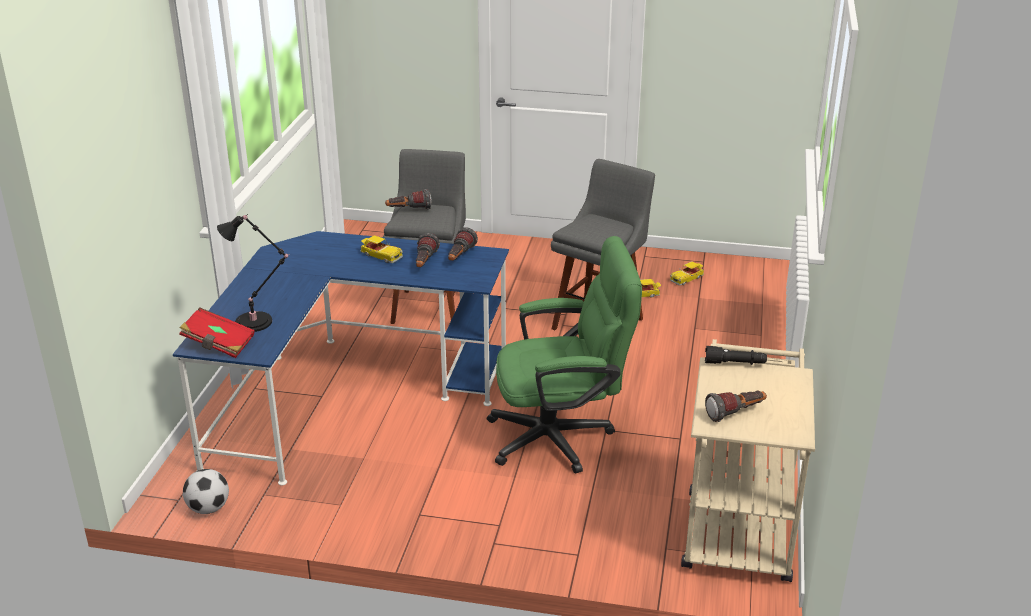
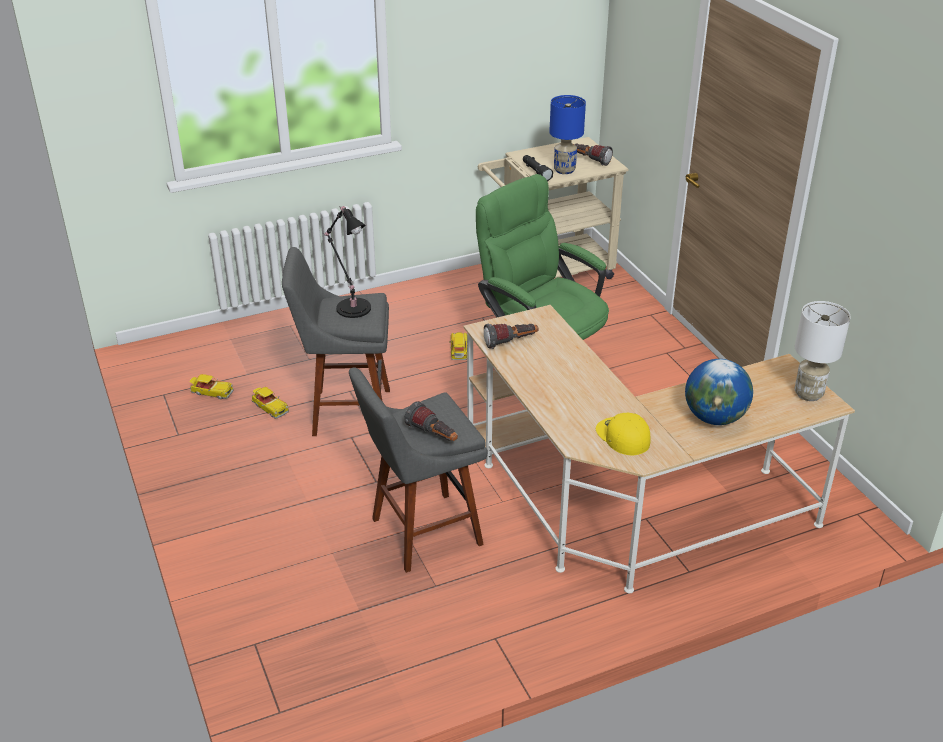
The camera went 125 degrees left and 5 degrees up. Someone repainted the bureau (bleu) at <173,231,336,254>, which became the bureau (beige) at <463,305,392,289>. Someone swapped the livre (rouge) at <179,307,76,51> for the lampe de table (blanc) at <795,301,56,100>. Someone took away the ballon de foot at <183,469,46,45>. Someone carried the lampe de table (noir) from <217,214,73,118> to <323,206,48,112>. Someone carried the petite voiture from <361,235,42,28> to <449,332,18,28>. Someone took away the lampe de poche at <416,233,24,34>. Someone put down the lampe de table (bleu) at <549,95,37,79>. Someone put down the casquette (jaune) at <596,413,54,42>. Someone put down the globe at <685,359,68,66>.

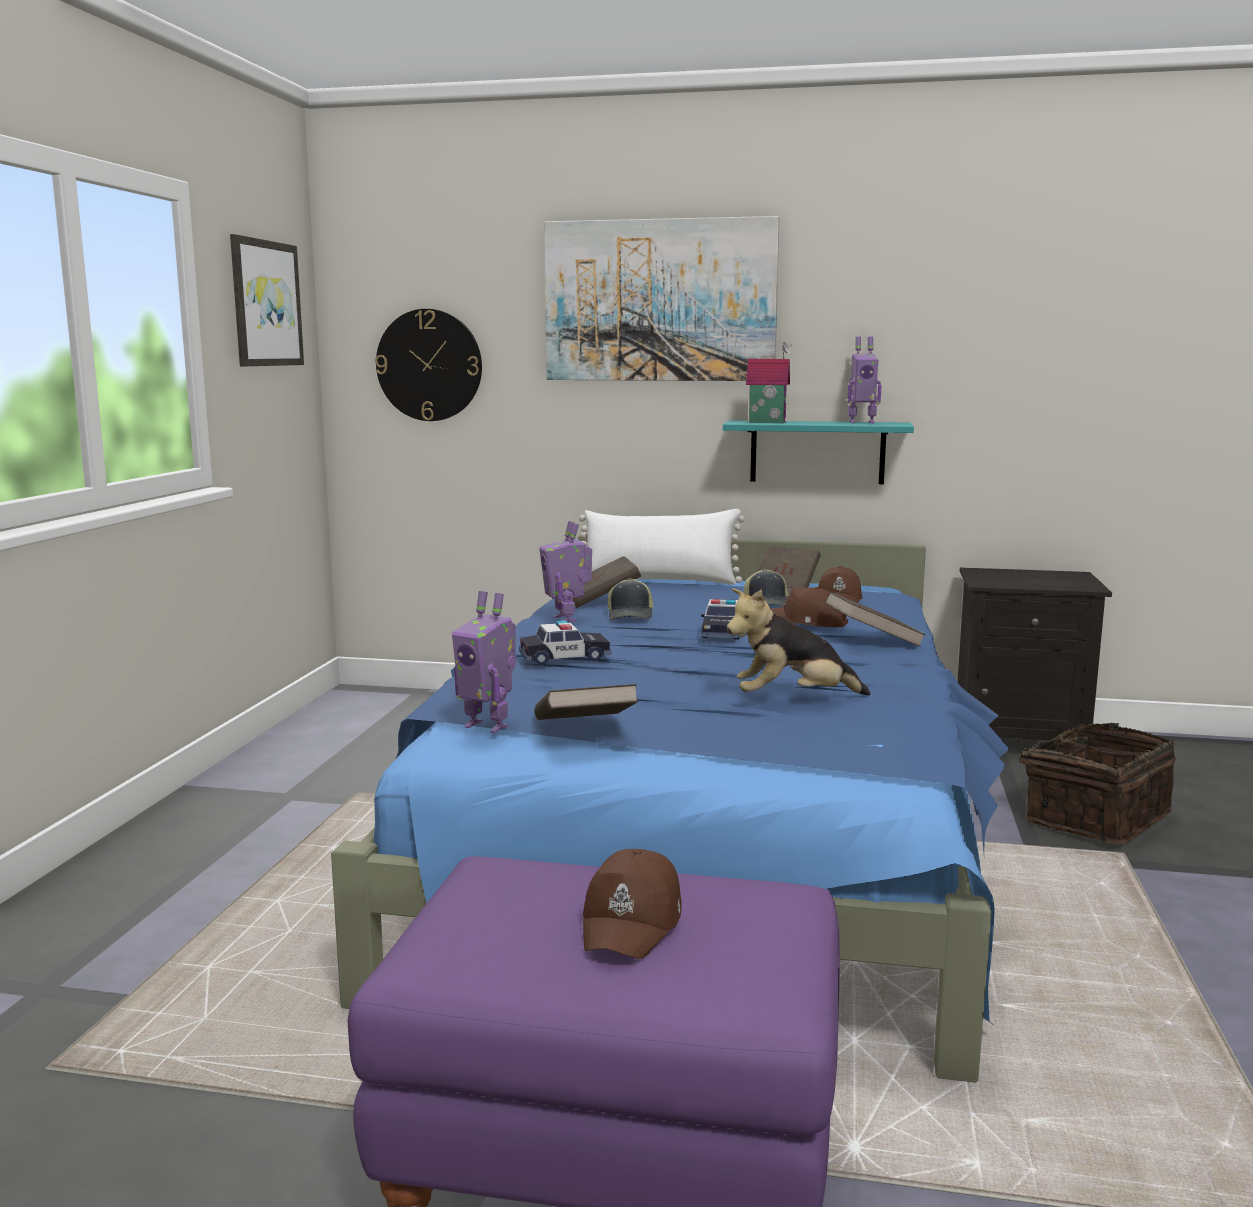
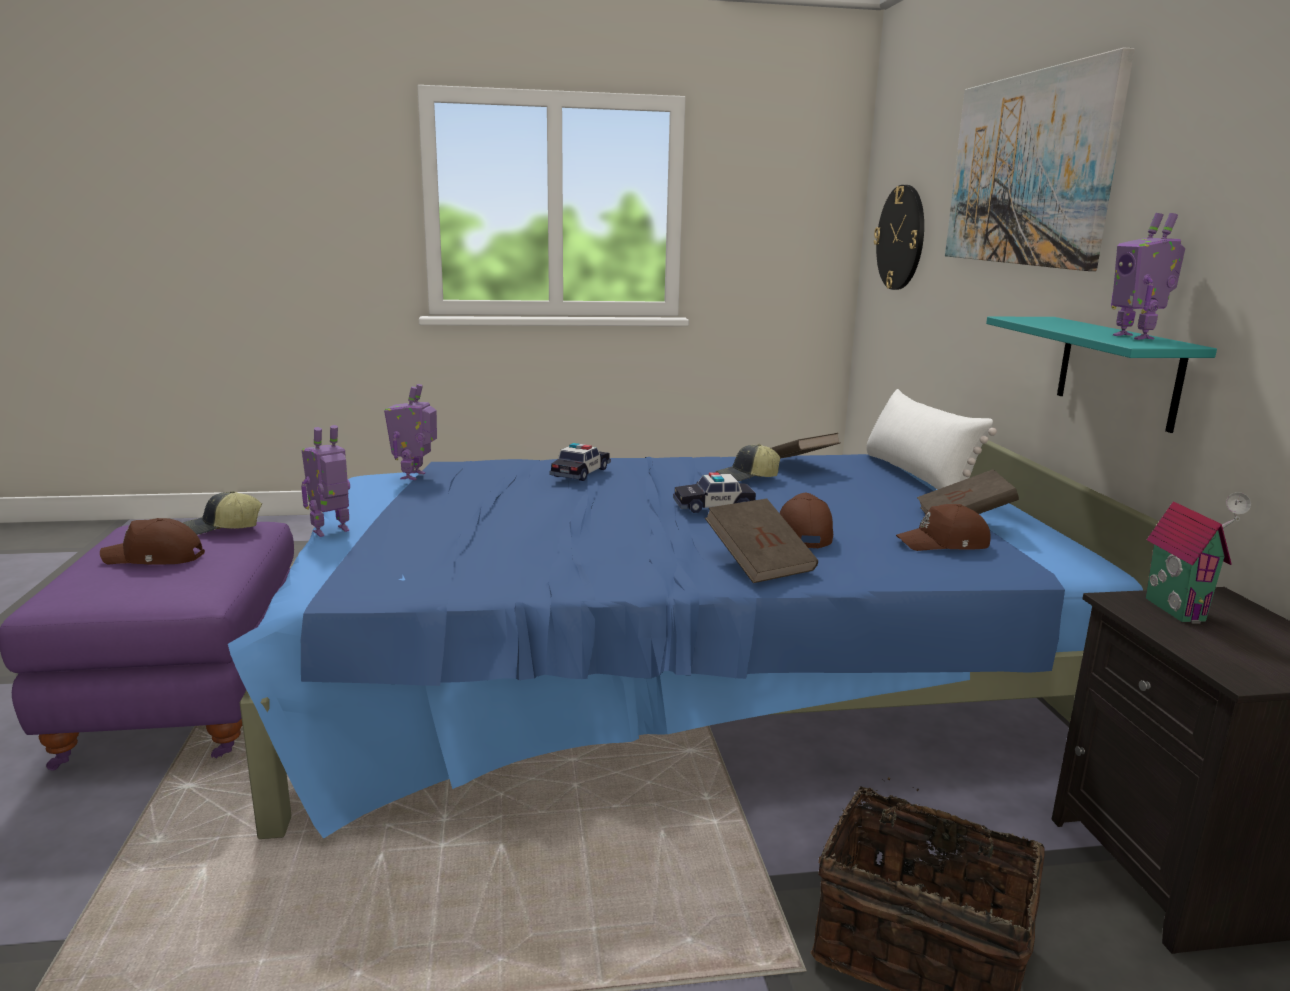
The camera went 70 degrees right and 5 degrees up. Someone took away the tableau at <230,234,74,132>. Someone rotated the petite voiture at <519,620,93,45> by 120 degrees counterclockwise. Someone took away the livre (marron) at <534,684,105,36>. Someone carried the robot jouet from <539,521,53,101> to <301,425,49,112>. Someone took away the peluche at <727,588,144,107>. Someone carried the casquette from <744,569,44,37> to <183,491,79,44>. Someone carried the maison miniature from <746,342,46,81> to <1146,492,105,132>.

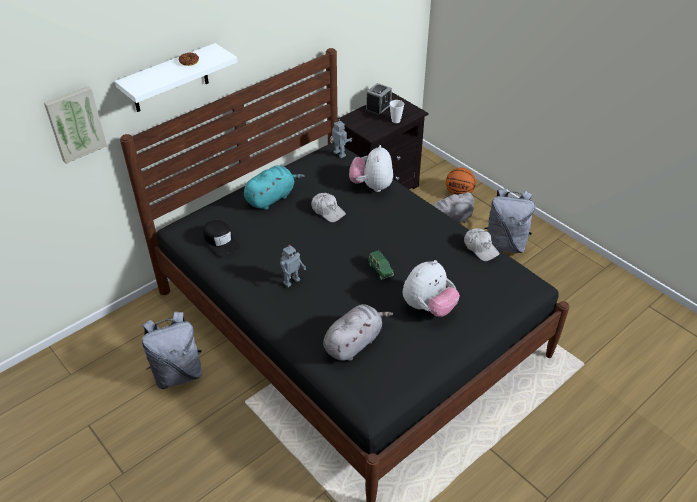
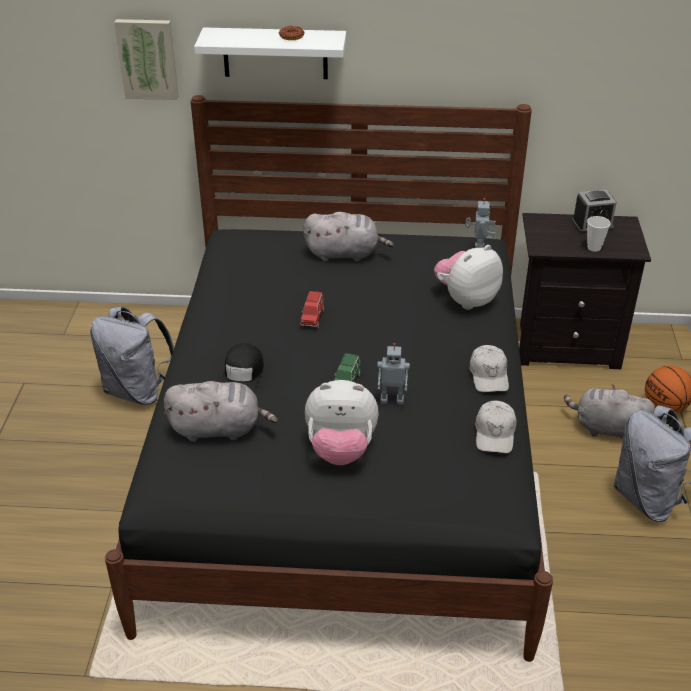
The camera went 45 degrees right and 5 degrees down. Someone carried the casquette (noir) from <203,220,37,37> to <221,343,43,51>. Someone repainted the peluche (turquoise) at <244,165,61,45>, which became the peluche (gris) at <303,212,91,50>. Someone carried the robot jouet from <280,244,26,43> to <377,343,33,62>. Someone carried the casquette (blanc) from <311,193,35,29> to <469,345,40,47>. Someone put down the petite voiture (rouge) at <300,291,24,38>.

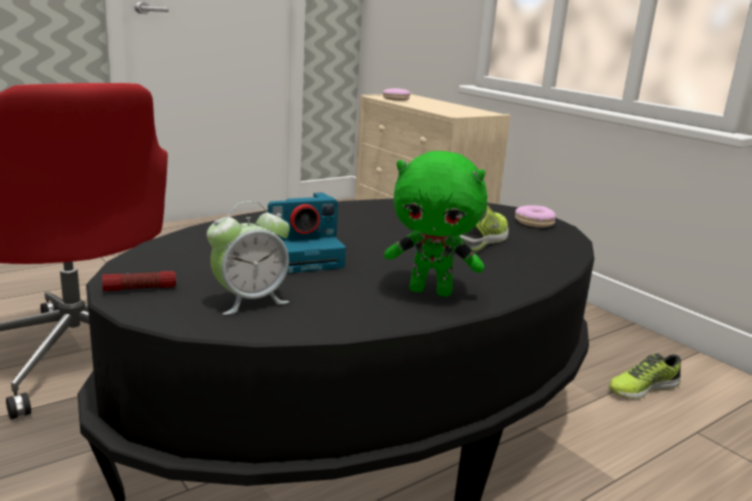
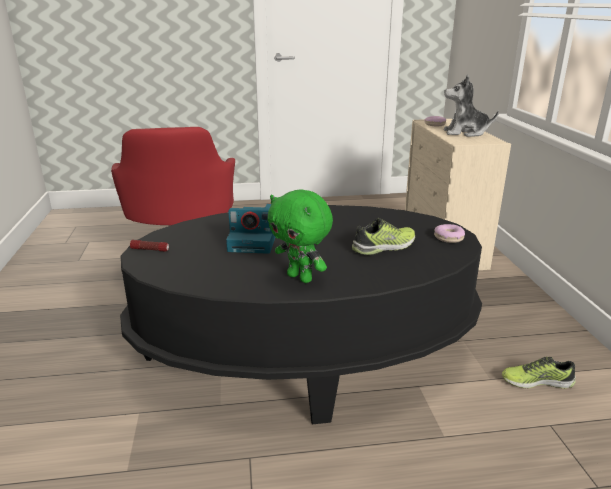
The camera went 30 degrees right and 5 degrees up. Someone took away the réveil at <207,201,83,114>. Someone put down the peluche at <444,75,55,62>.

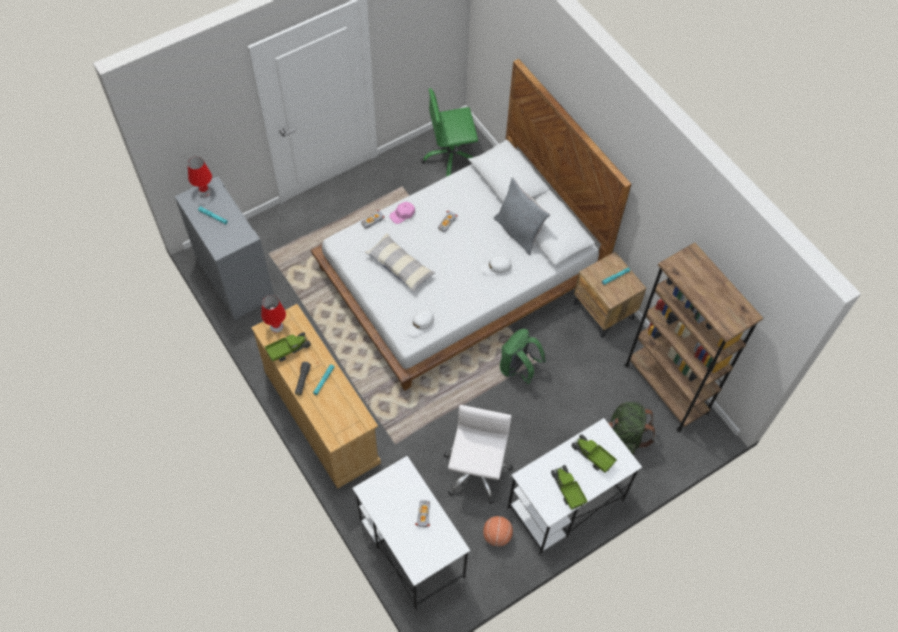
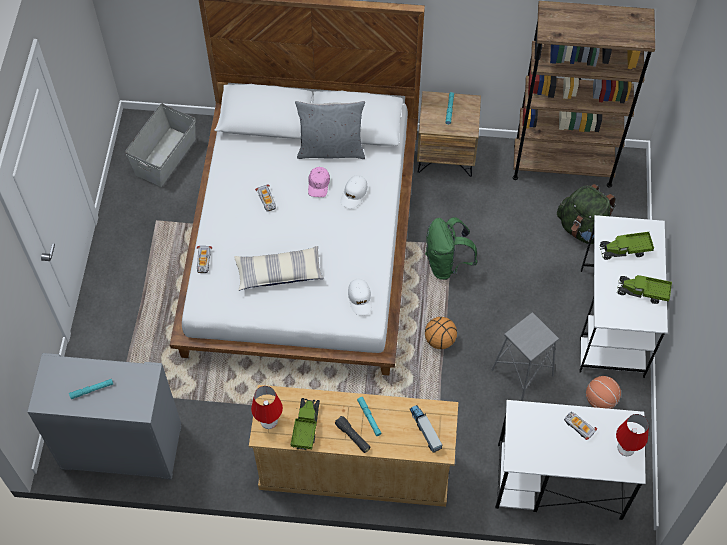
The camera went 50 degrees left and 0 degrees up. Someone carried the lampe de table (rouge) from <188,157,24,40> to <616,414,33,42>. Someone carried the casquette (rose) from <389,202,26,22> to <308,167,22,30>. Someone swapped the chaise de bureau (vert) at <421,88,57,89> for the boîte de rangement (gris) at <125,104,71,83>. Someone swapped the chaise de bureau (blanc) at <444,405,69,99> for the tabouret (gris) at <491,312,68,89>. Someone put down the camion jouet at <410,405,32,48>. Someone put down the ballon de basket at <425,317,32,32>.

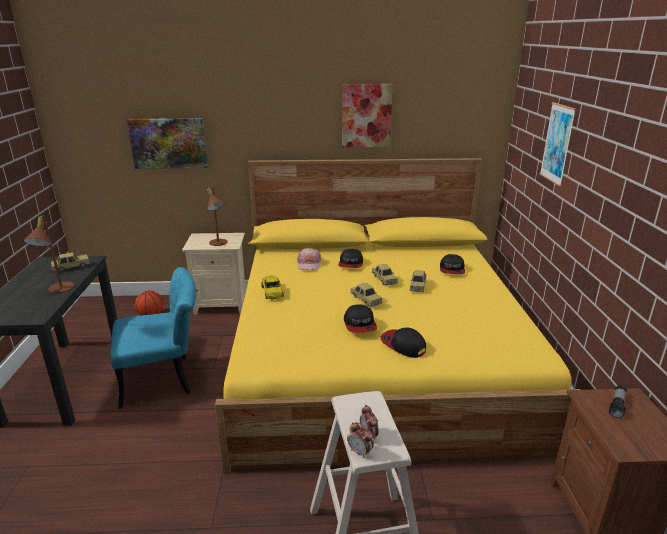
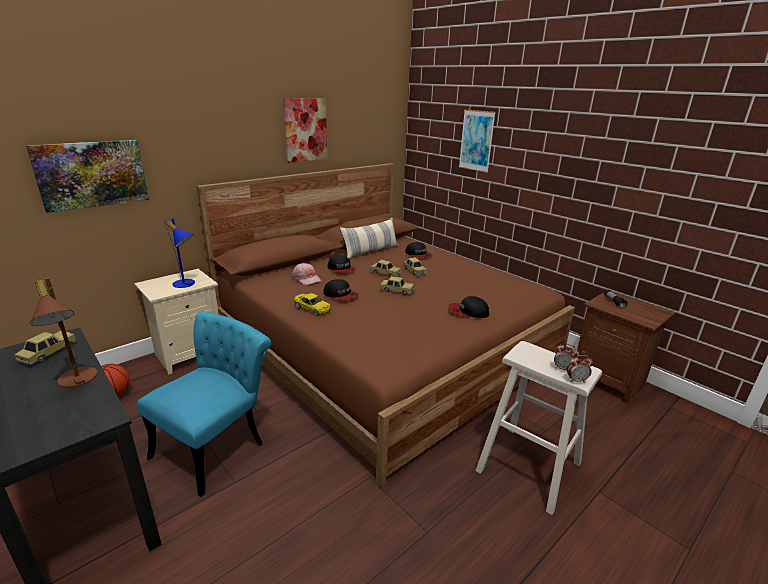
The camera went 40 degrees left and 0 degrees up. Someone repainted the lampe de table (marron) at <207,186,21,60>, which became the lampe de table (bleu) at <165,218,30,70>. Someone repainted the lit (jaune) at <215,158,366,315>, which became the lit (marron) at <197,163,378,324>. Someone carried the casquette from <344,304,33,29> to <323,279,36,22>. Someone put down the coussin at <340,218,58,41>.

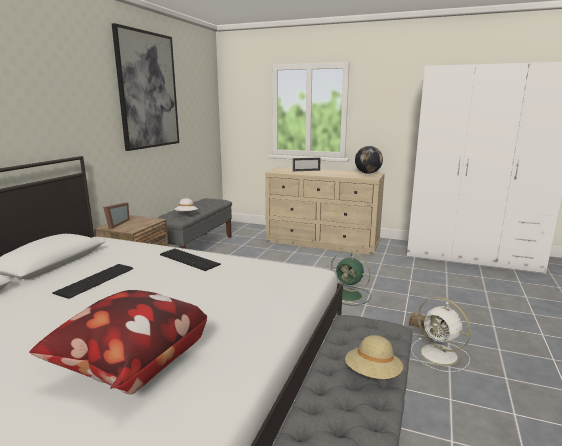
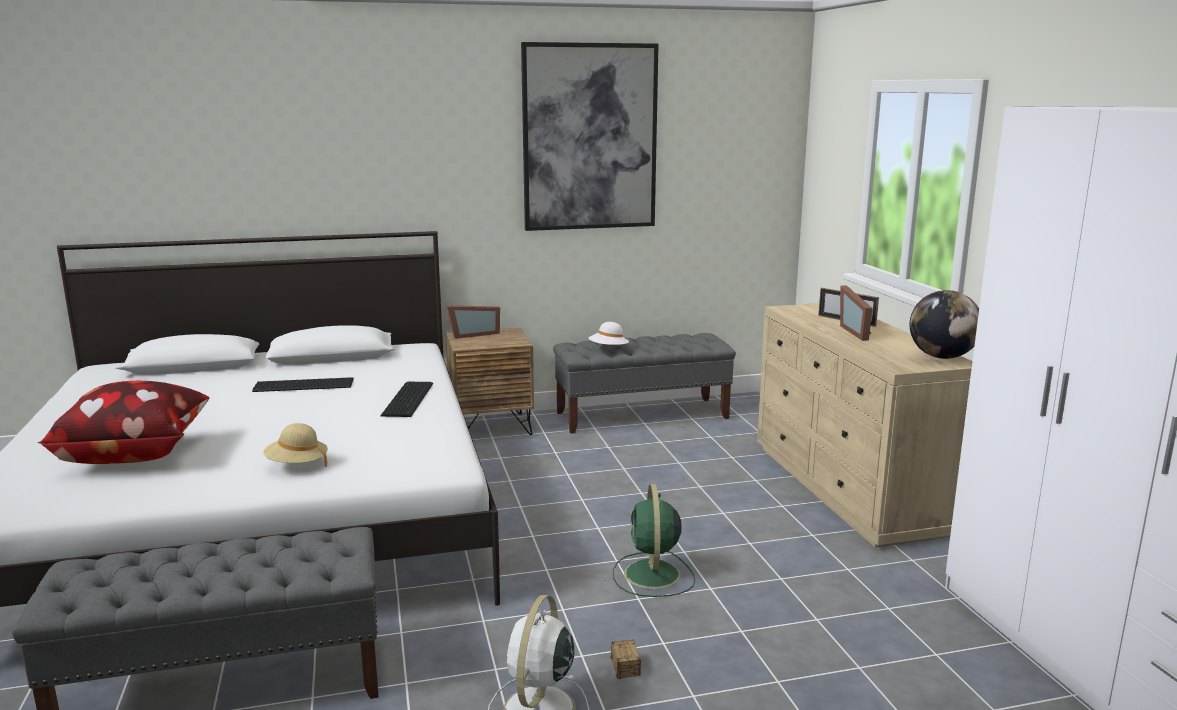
The camera went 55 degrees right and 0 degrees up. Someone carried the chapeau (beige) from <345,335,58,44> to <263,423,65,44>. Someone put down the cadre photo at <840,286,33,55>.

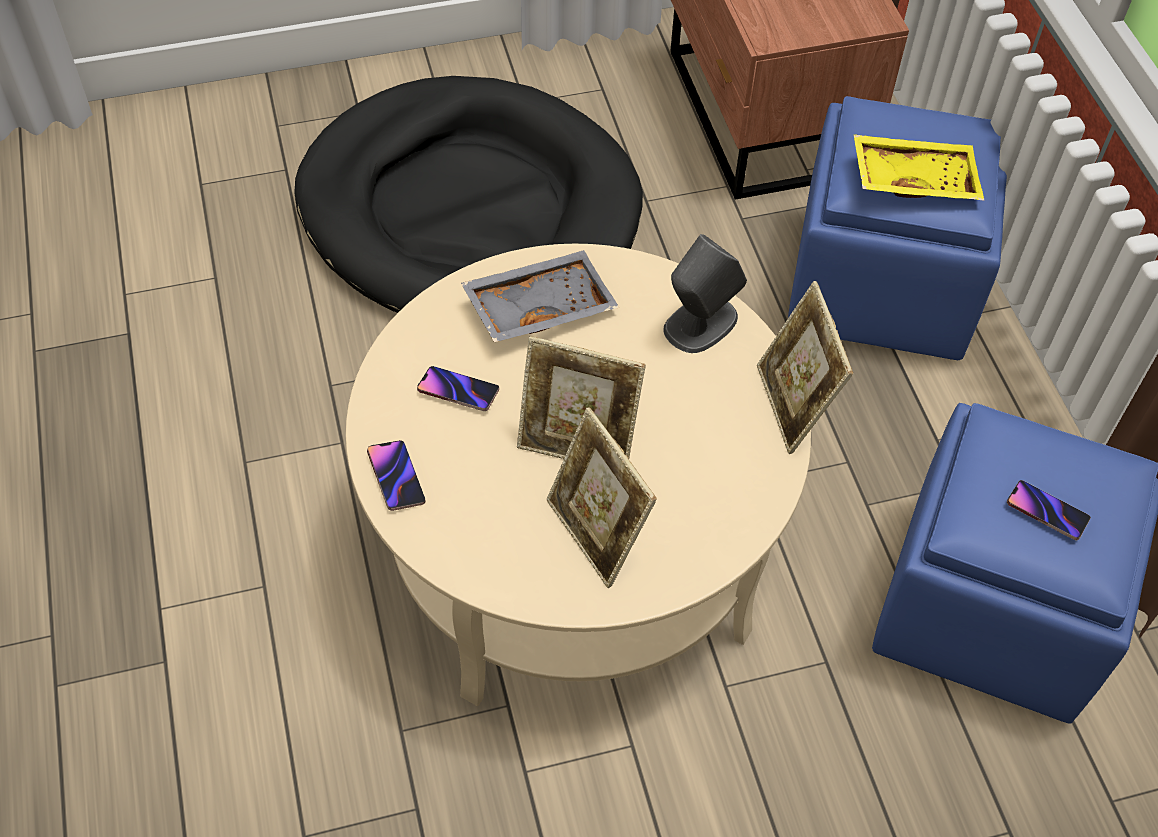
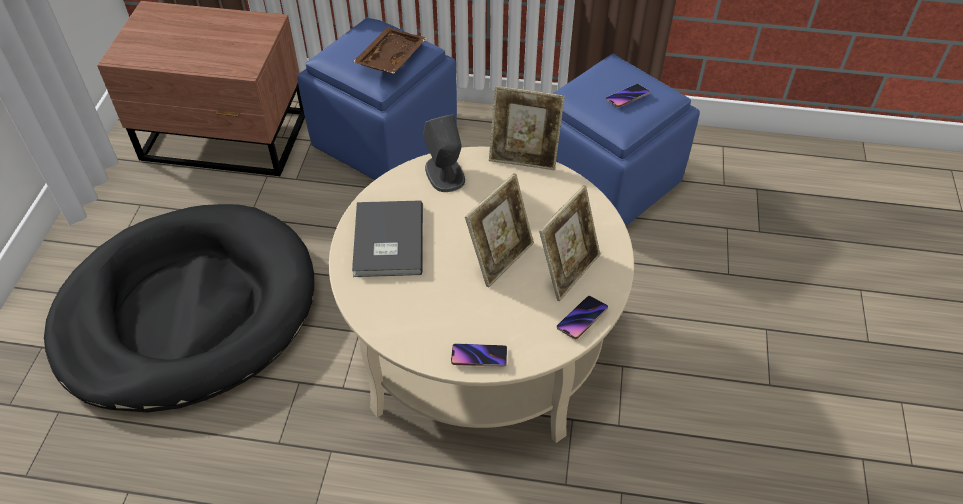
The camera went 65 degrees left and 5 degrees down. Someone carried the téléphone from <417,366,82,45> to <557,296,51,43>. Someone swapped the plateau (gris) at <461,250,158,92> for the livre (gris) at <352,200,71,77>. Someone rotated the cadre photo at <547,407,110,181> by 45 degrees counterclockwise. Someone repainted the plateau (jaune) at <854,134,130,67>, which became the plateau (marron) at <353,27,74,47>.

